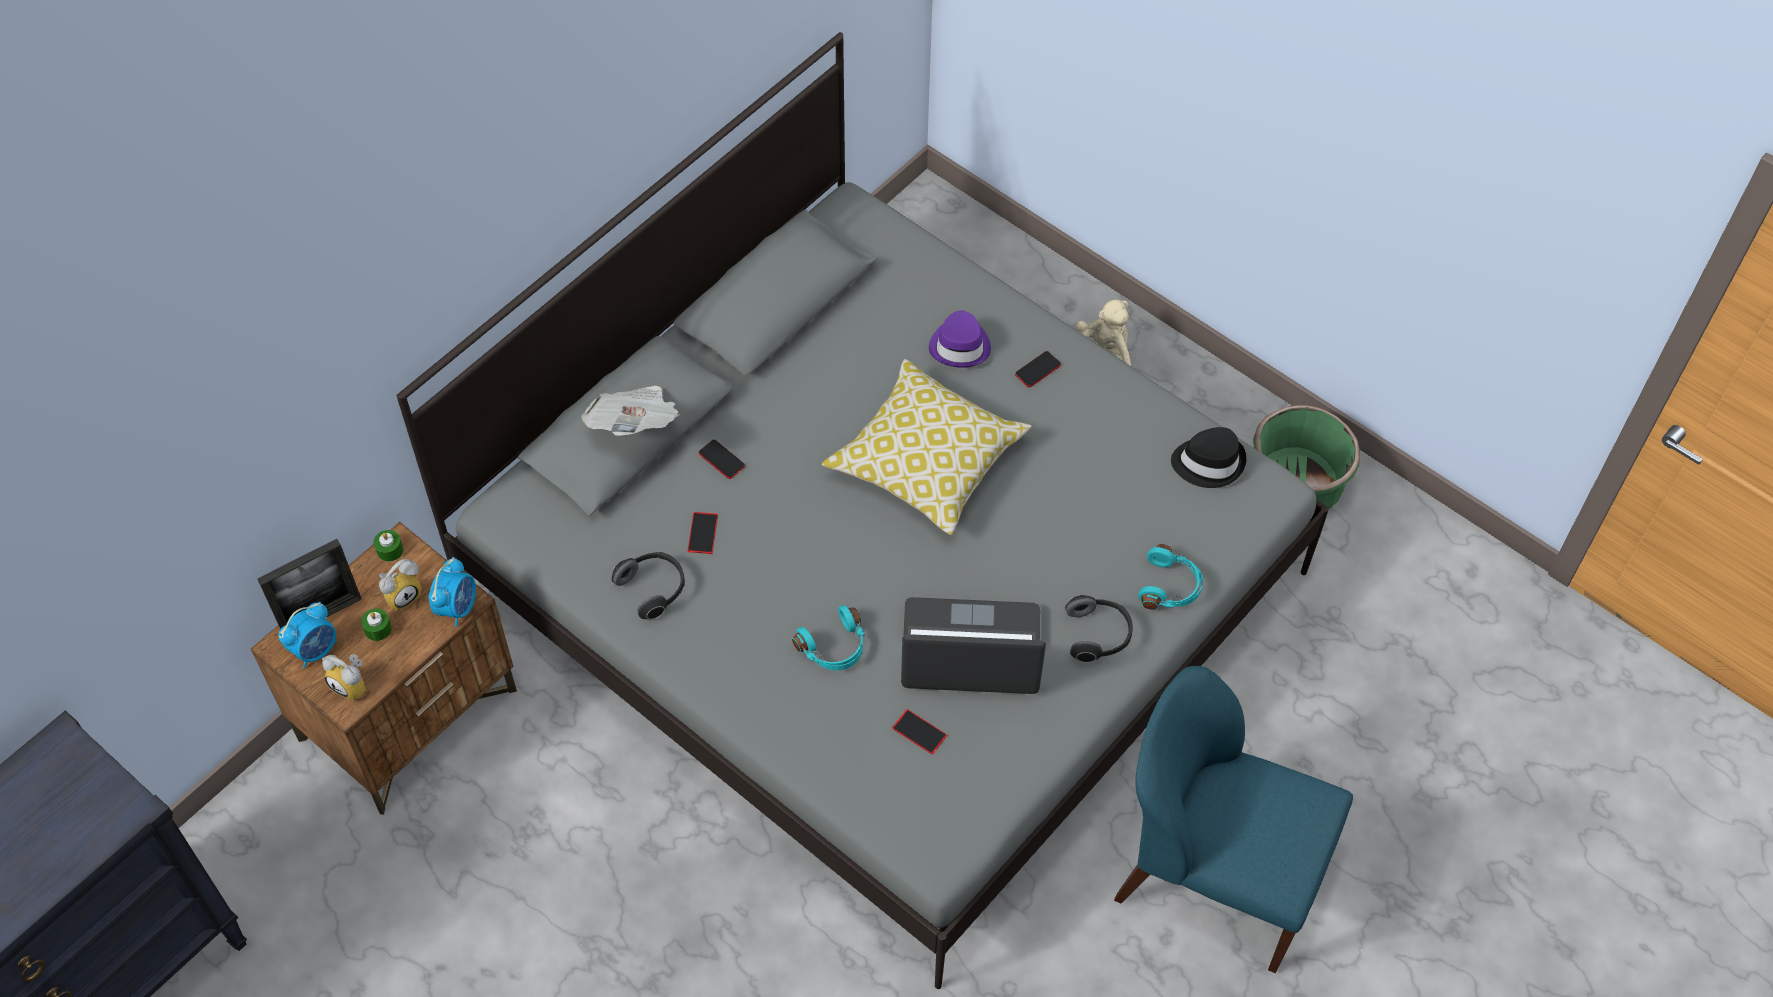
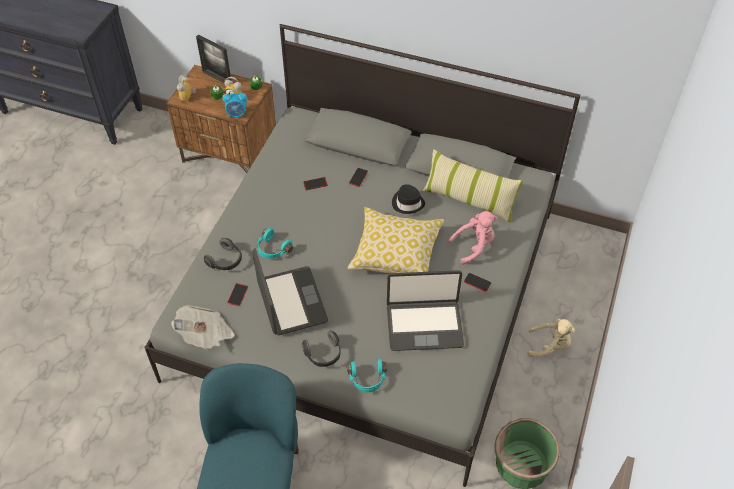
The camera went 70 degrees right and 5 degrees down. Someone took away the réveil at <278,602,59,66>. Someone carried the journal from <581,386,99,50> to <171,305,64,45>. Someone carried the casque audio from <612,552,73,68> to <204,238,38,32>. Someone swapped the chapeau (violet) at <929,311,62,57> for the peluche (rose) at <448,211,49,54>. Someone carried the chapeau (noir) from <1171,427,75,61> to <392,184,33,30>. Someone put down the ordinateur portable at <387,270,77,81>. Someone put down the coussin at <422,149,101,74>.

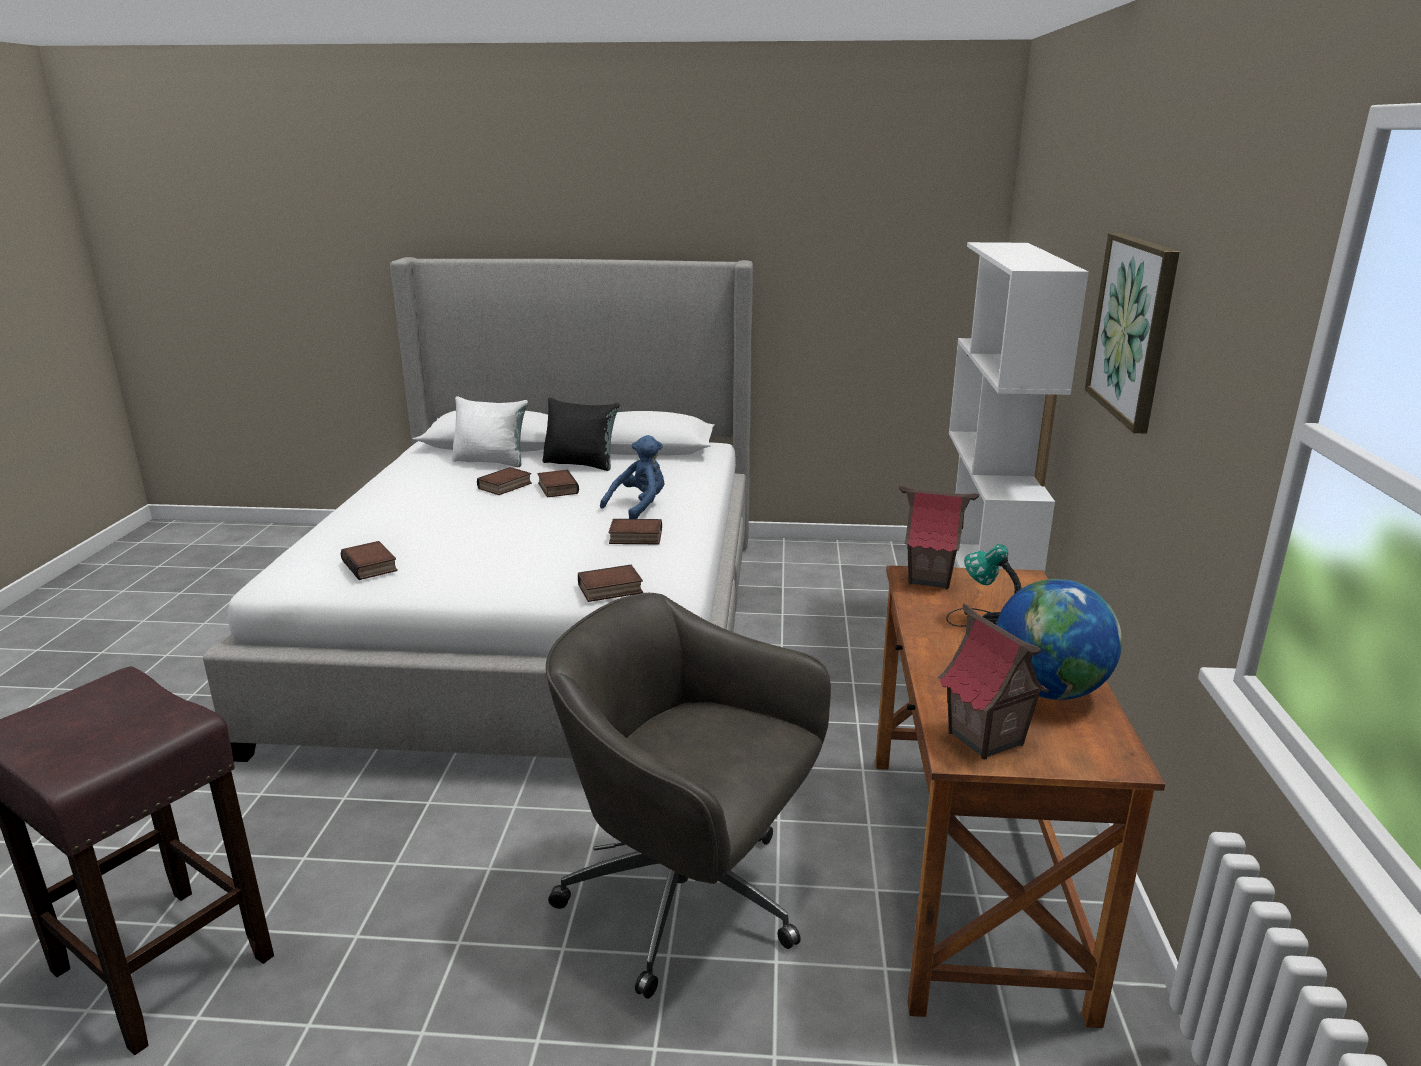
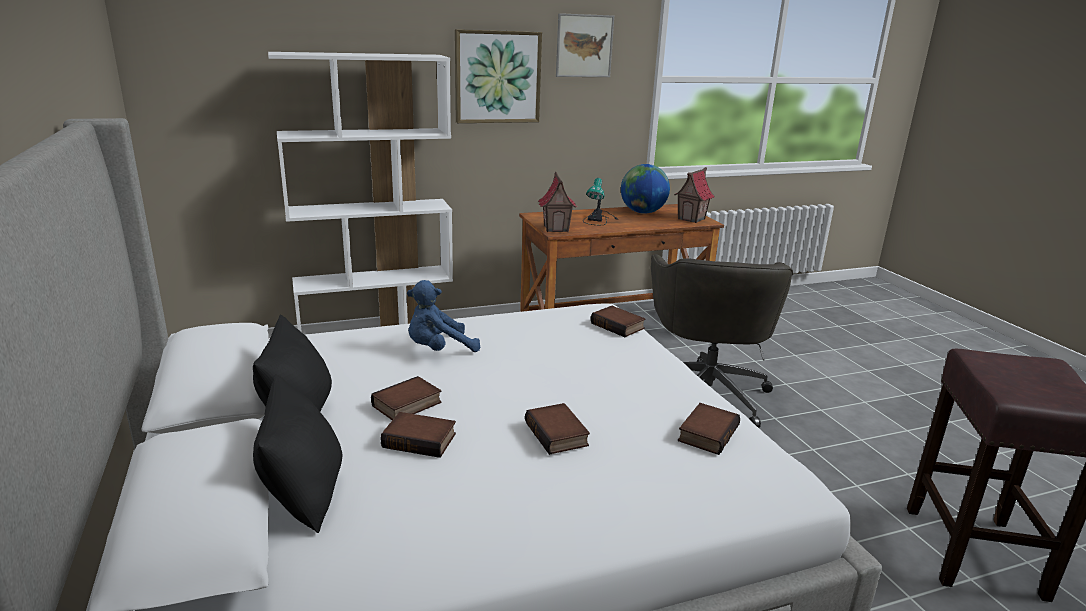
The camera went 115 degrees left and 0 degrees up. Someone repainted the coussin (blanc) at <452,396,76,71>, which became the coussin (noir) at <253,374,89,159>. Someone rotated the peluche (bleu) at <600,435,64,84> by 45 degrees counterclockwise. Someone carried the livre from <609,519,53,25> to <525,403,65,52>. Someone put up the tableau at <556,13,58,64>.

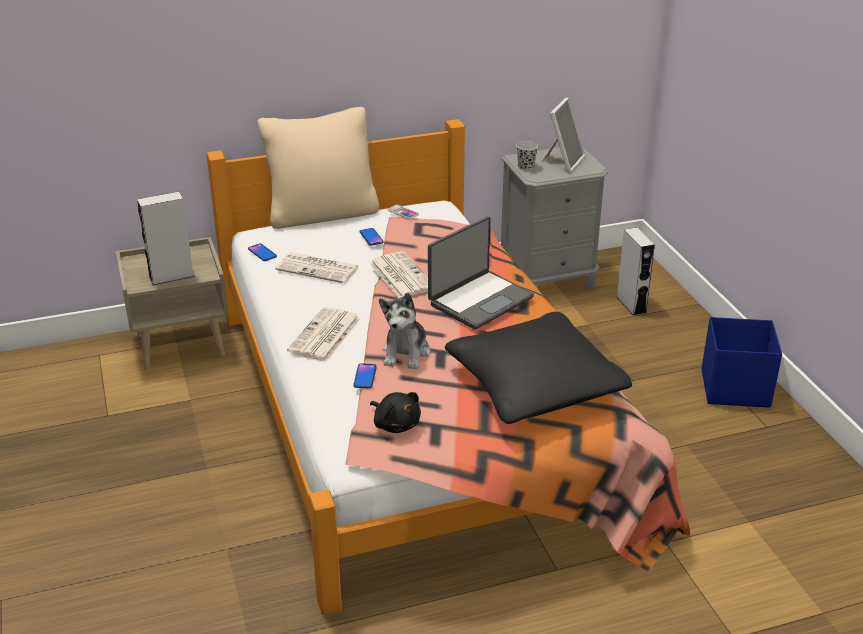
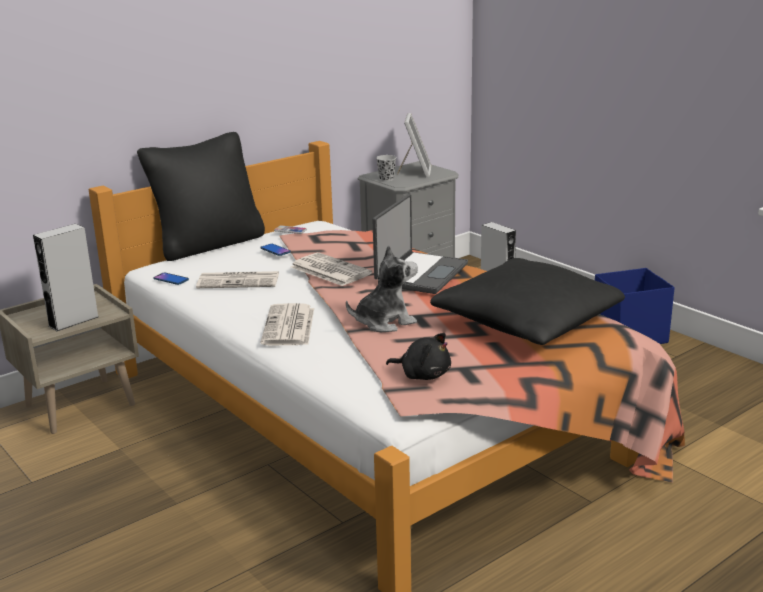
The camera went 20 degrees left and 10 degrees down. Someone repainted the coussin (beige) at <257,107,122,122>, which became the coussin (noir) at <137,132,128,129>. Someone took away the téléphone at <353,363,24,25>. Someone rotated the peluche at <379,293,51,76> by 105 degrees counterclockwise.

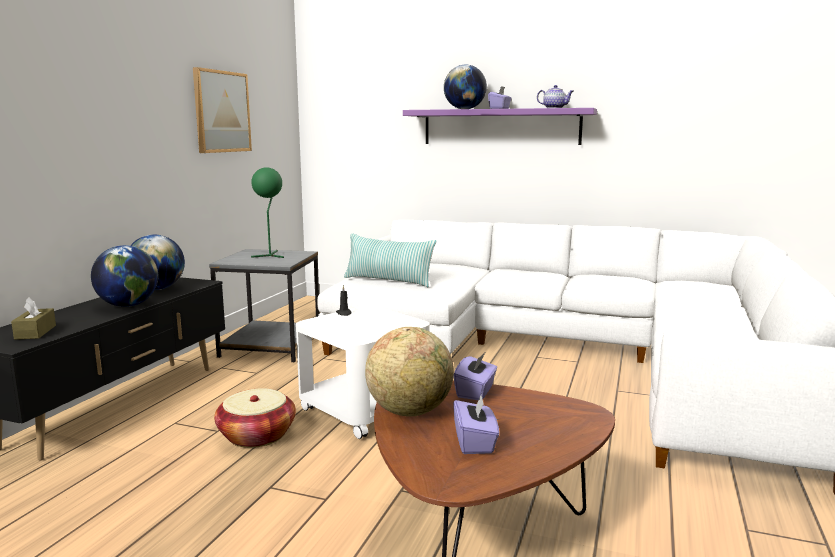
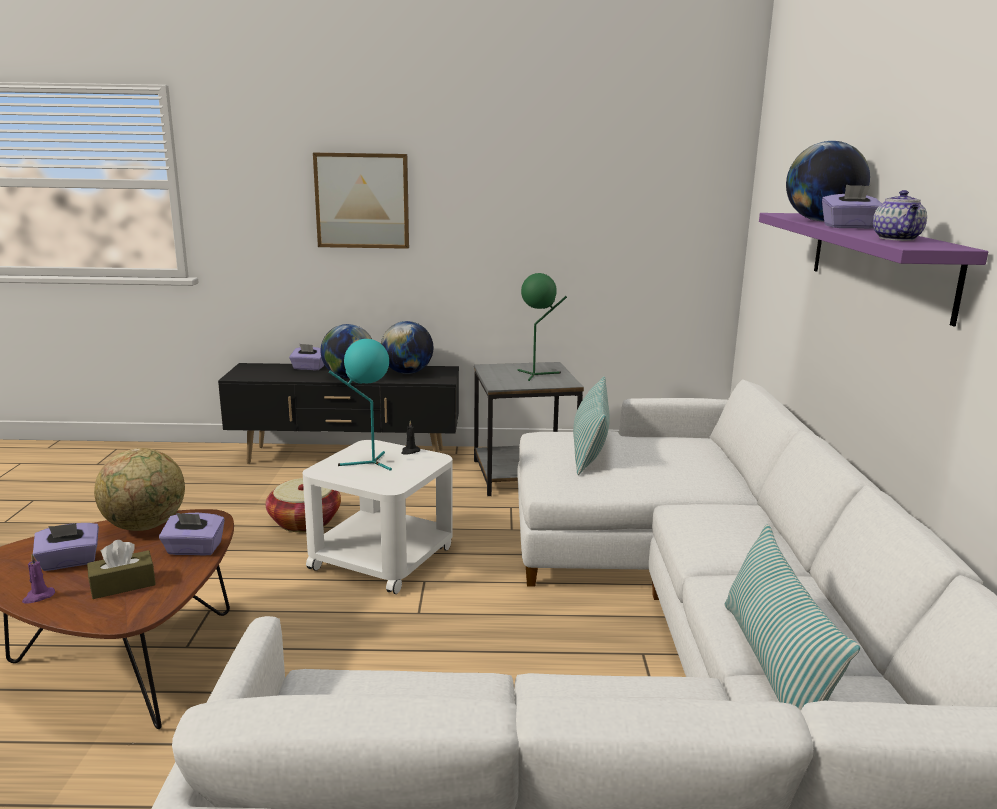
The camera went 70 degrees right and 5 degrees up. Someone carried the boîte à mouchoirs (marron) from <11,297,45,43> to <87,540,69,59>. Someone carried the tableau from <193,67,59,86> to <313,153,96,96>. Someone put down the bougie (violet) at <22,554,33,50>. Someone put down the boîte à mouchoirs (violet) at <289,344,35,26>. Someone put down the lampe de table (turquoise) at <329,339,63,132>. Someone put down the coussin at <724,525,136,185>.

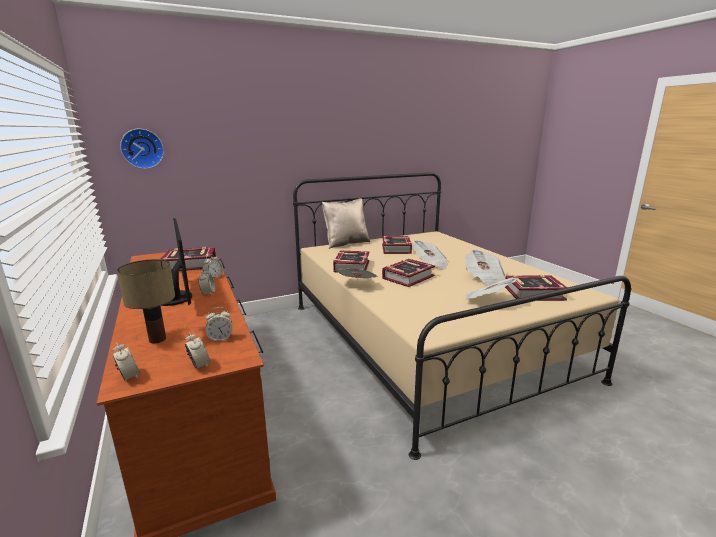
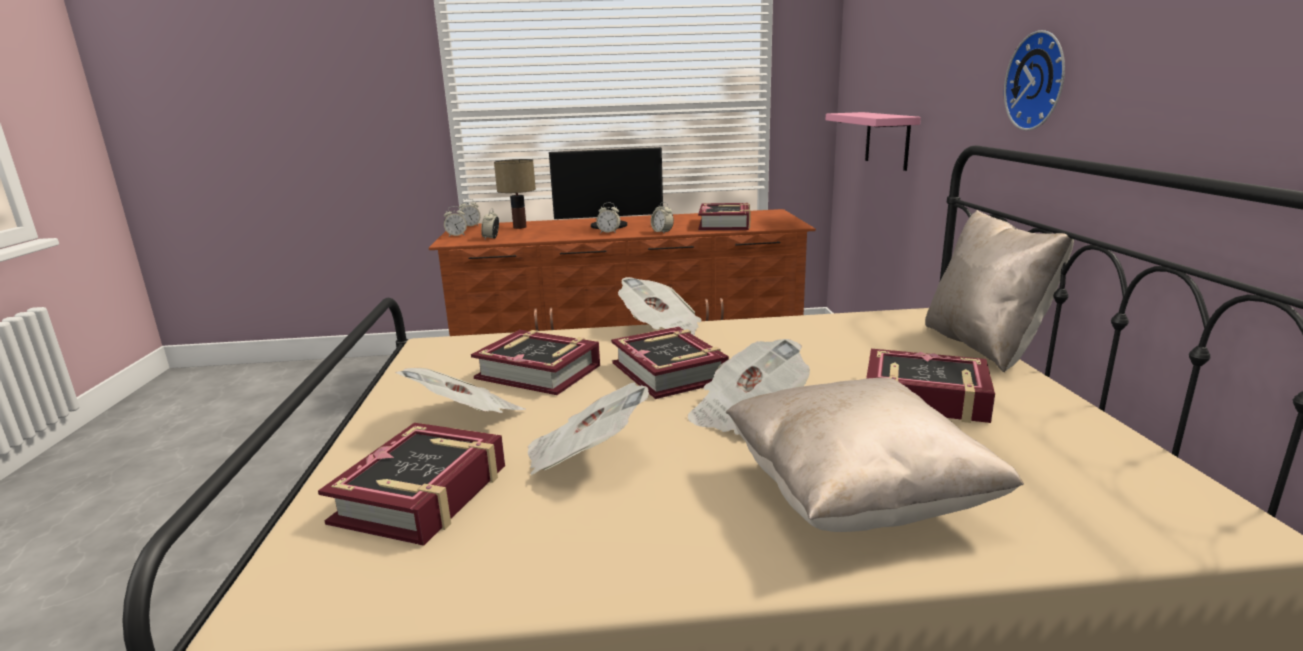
The camera went 110 degrees right and 0 degrees up. Someone carried the horloge murale from <120,129,44,40> to <1004,30,61,101>. Someone carried the livre from <333,251,36,21> to <471,330,129,65>. Someone put down the coussin (beige) at <726,377,298,155>. Someone put up the étagère (rose) at <826,112,95,59>.

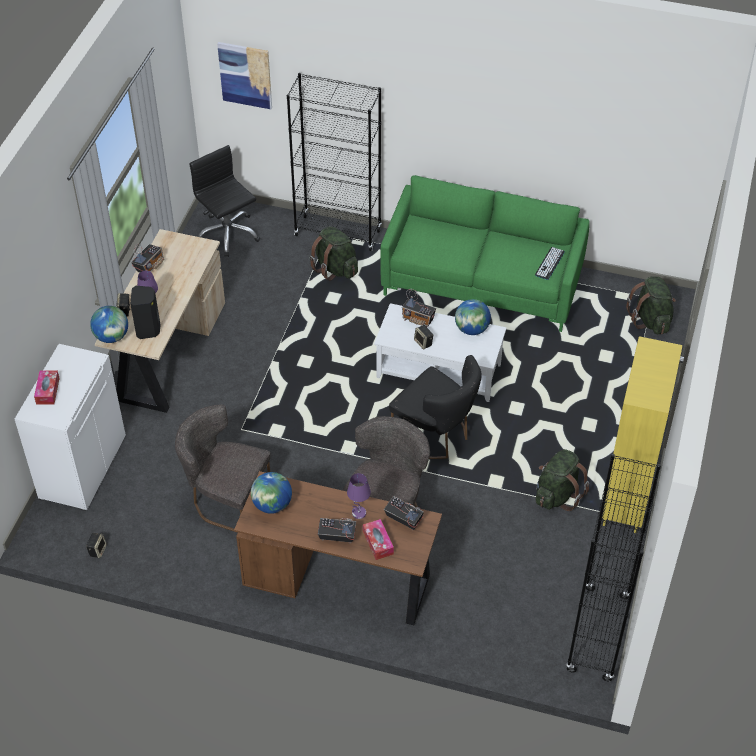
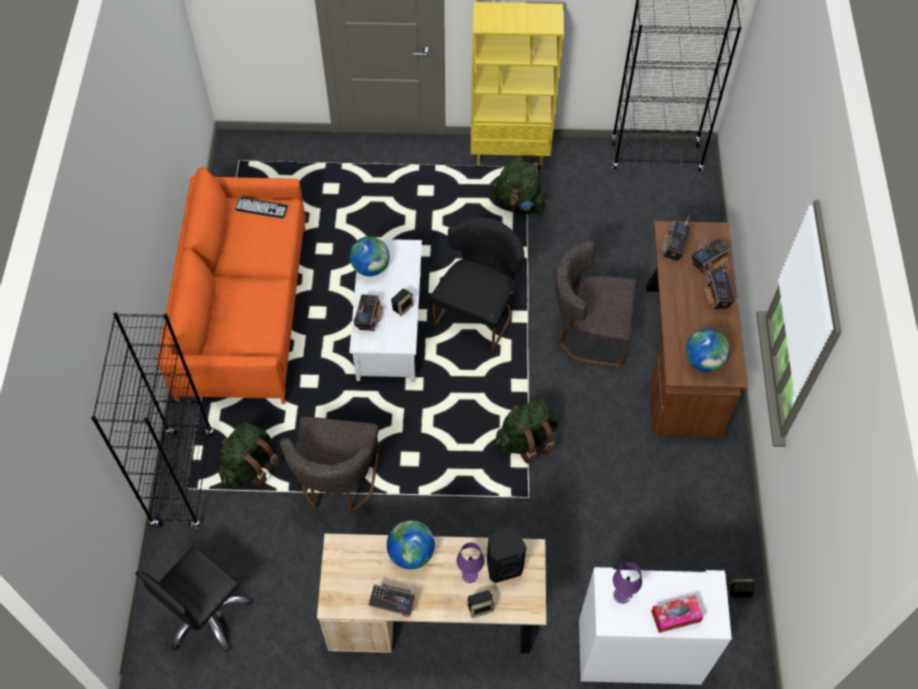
The camera went 105 degrees left and 10 degrees up. Someone carried the globe from <90,306,38,37> to <387,521,48,48>. Someone carried the chaise (gris) from <175,404,96,129> to <280,417,99,97>. Someone took away the tableau at <217,42,55,67>. Someone carried the lampe de table (violet) from <347,473,24,46> to <613,562,29,42>. Someone swapped the boîte à mouchoirs at <363,519,31,41> for the radio at <691,238,39,37>. Someone repainted the canapé (vert) at <380,175,210,157>, which became the canapé (orange) at <157,167,149,237>. Someone carried the sac à dos (vert) from <626,276,50,58> to <496,400,62,64>.

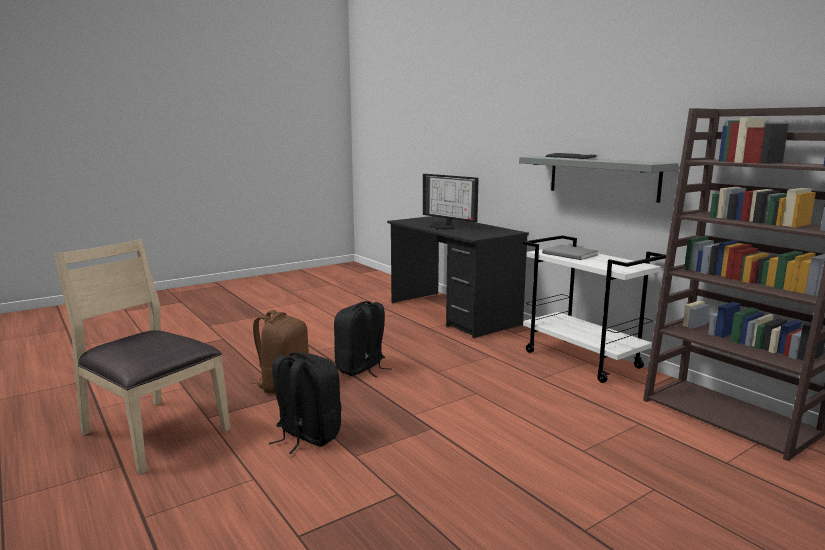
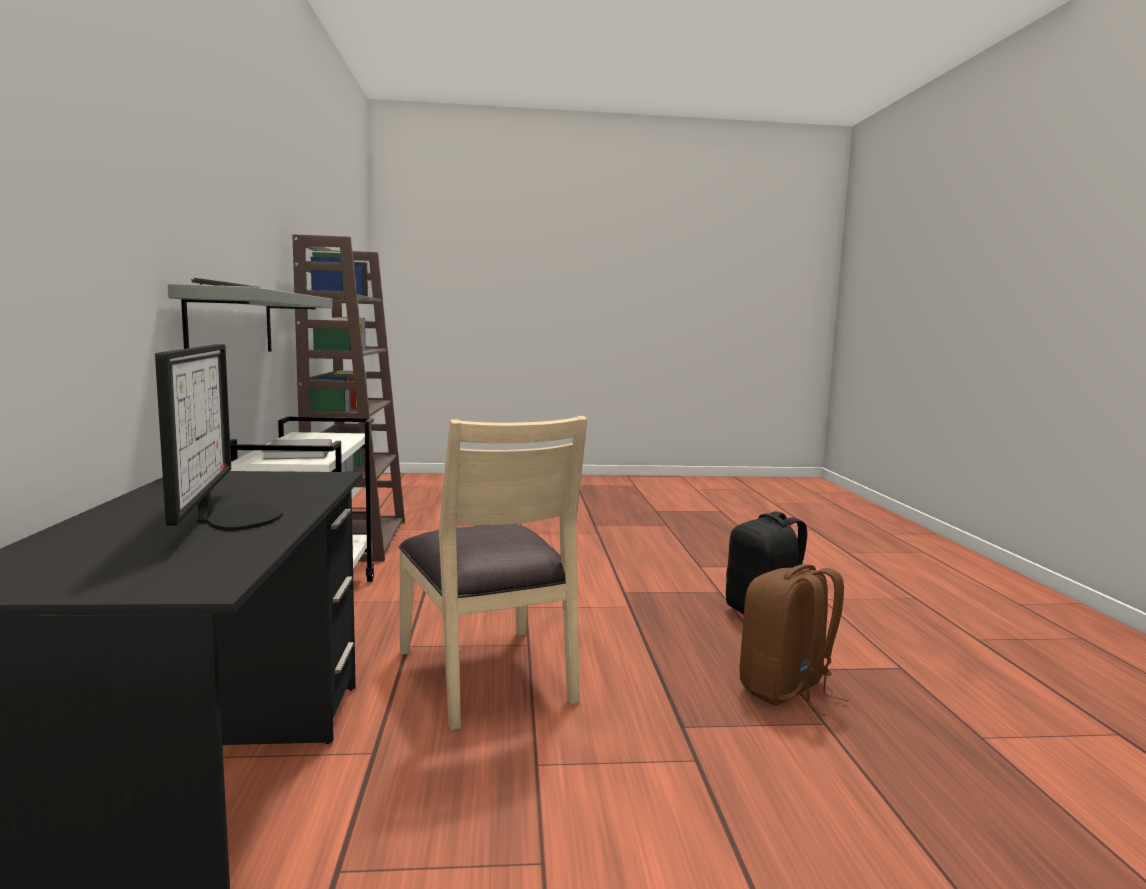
The camera went 150 degrees left and 5 degrees down. Someone carried the chaise (beige) from <54,239,176,236> to <398,416,189,314>. Someone took away the sac à dos (noir) at <334,301,57,77>.

